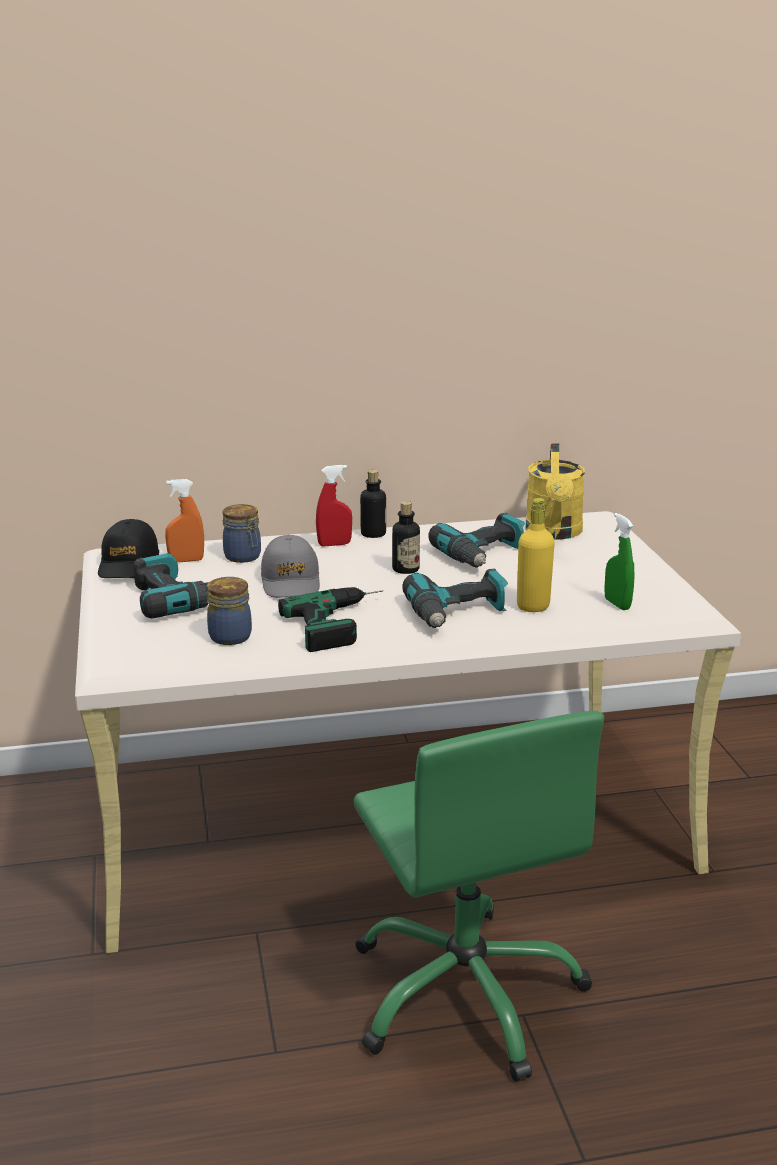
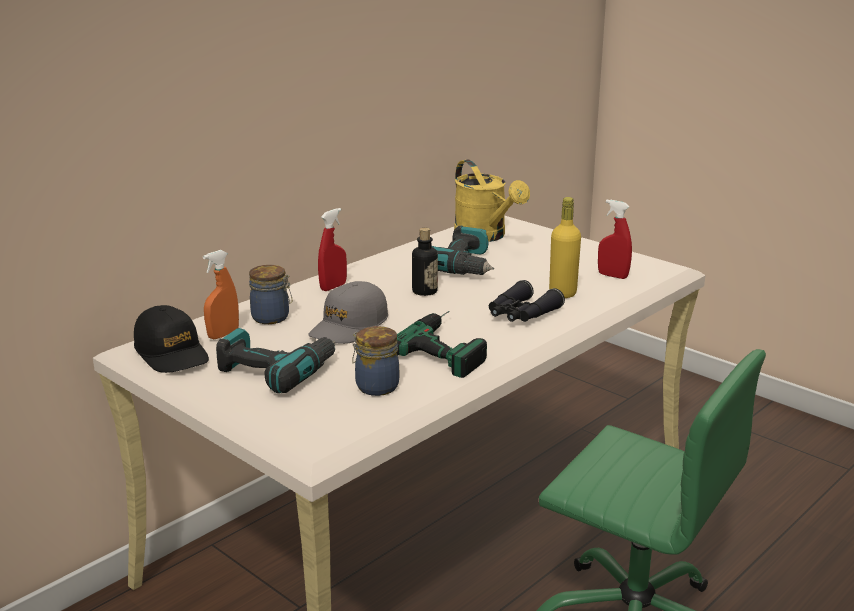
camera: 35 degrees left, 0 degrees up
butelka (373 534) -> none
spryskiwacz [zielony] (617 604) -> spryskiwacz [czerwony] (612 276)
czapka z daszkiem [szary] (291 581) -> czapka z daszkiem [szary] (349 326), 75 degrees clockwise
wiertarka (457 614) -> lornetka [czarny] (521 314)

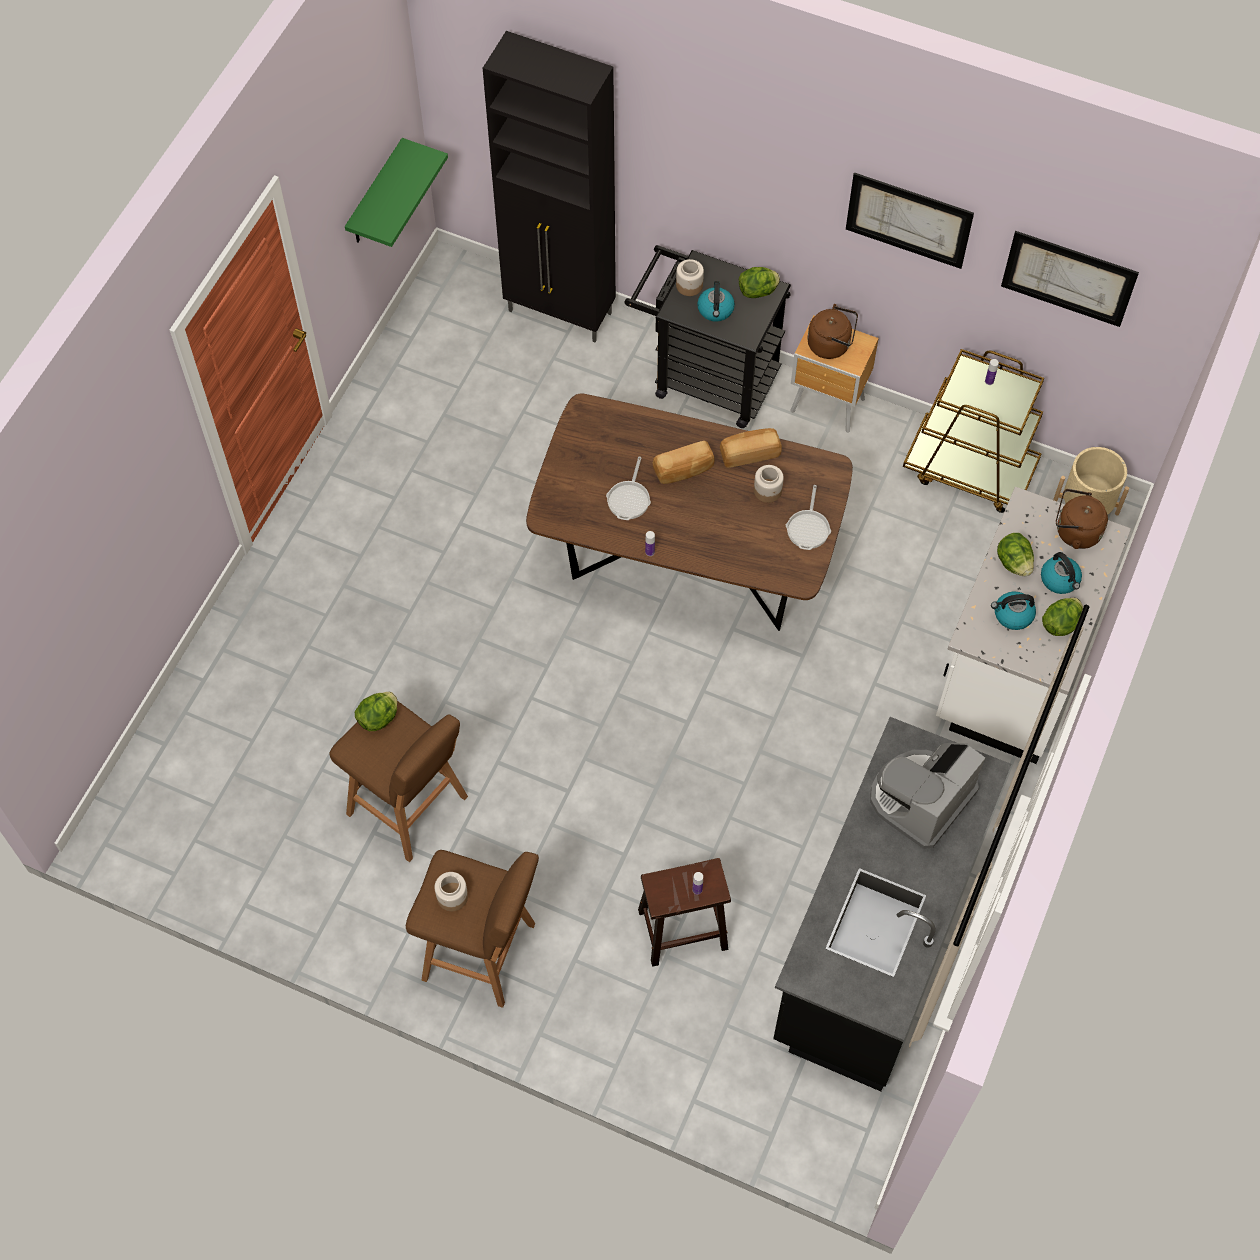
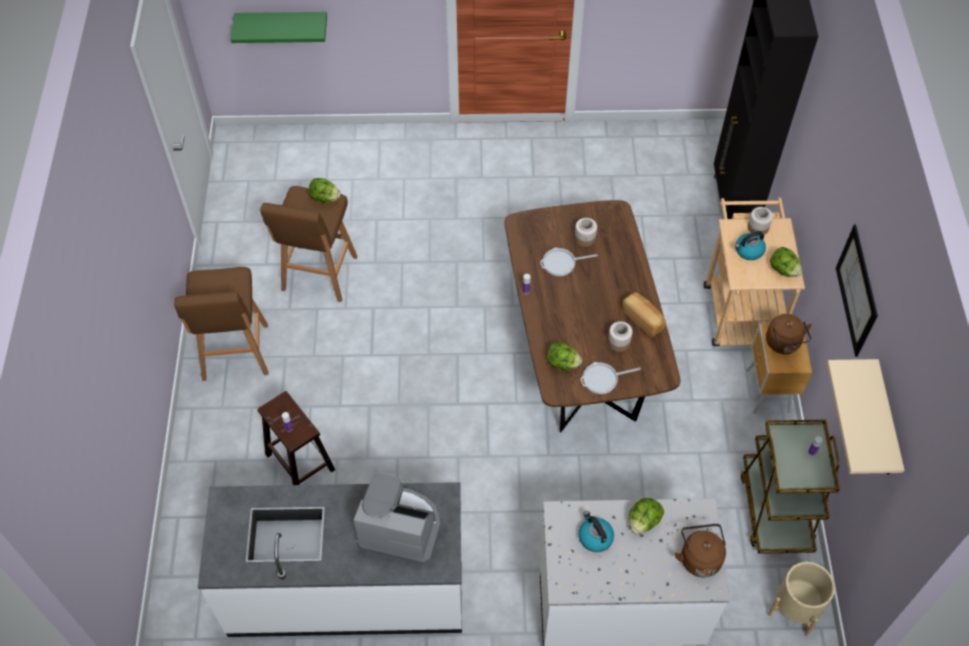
camera: 65 degrees right, 5 degrees down
półka [zielony] (375 195) -> półka [zielony] (282 24), move
obraz (1068 278) -> półka [beżowy] (885 423)
wózek [czarny] (705 377) -> wózek [beżowy] (739 307)
chleb (683 470) -> none
czajnik (1060 580) -> none
sałata (1061 623) -> sałata (562 363), move
zabudowa kuchenna [czarny] (876 936) -> zabudowa kuchenna [biały] (347 588)
słoik (452 896) -> słoik (585 238), move

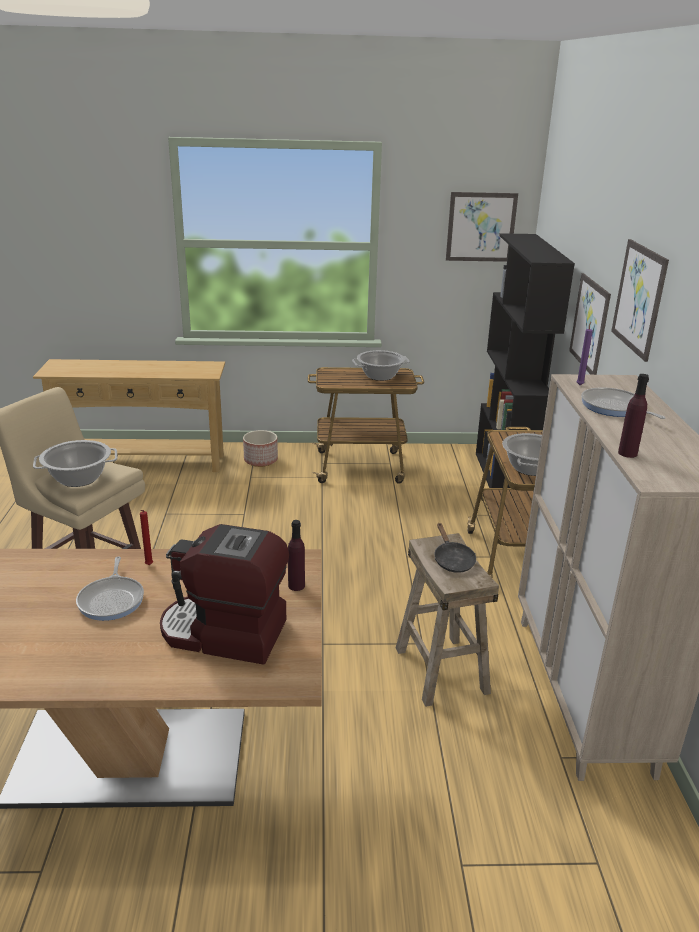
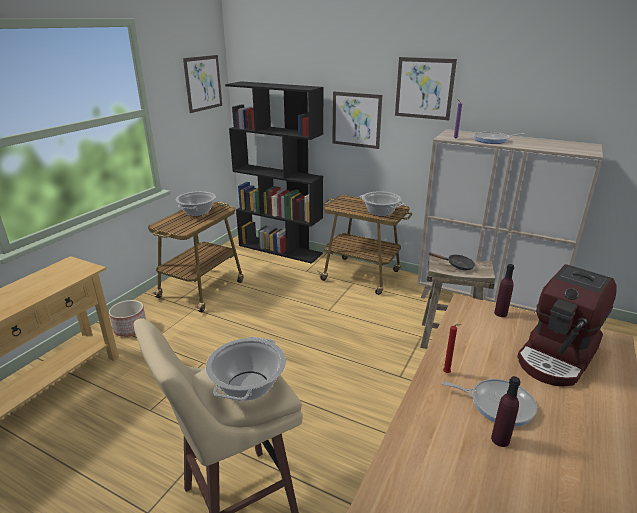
camera: 60 degrees left, 0 degrees up
butelka [fioletowy] (627 453) -> butelka [fioletowy] (500 439), move

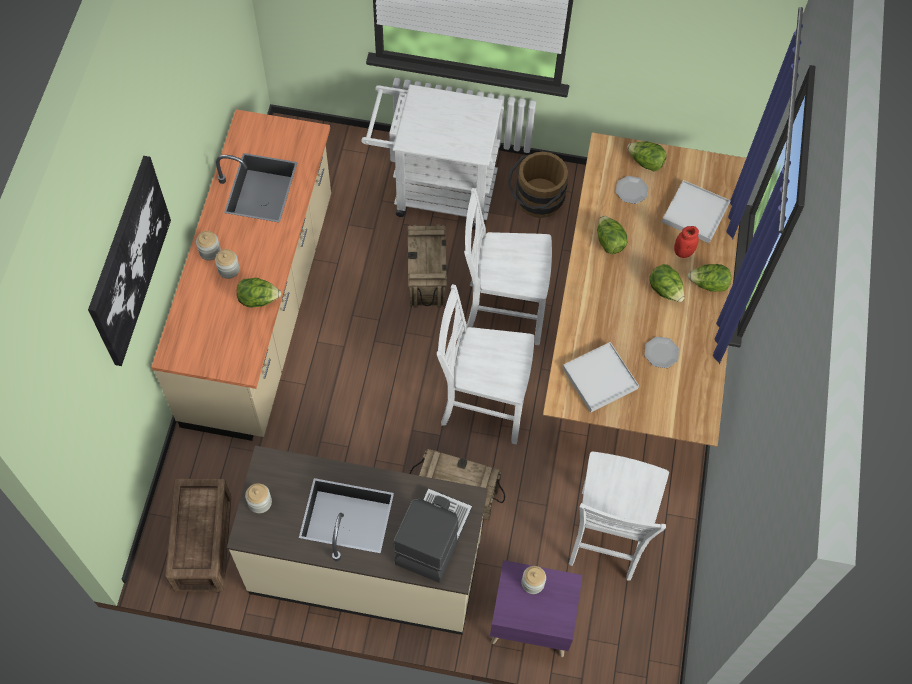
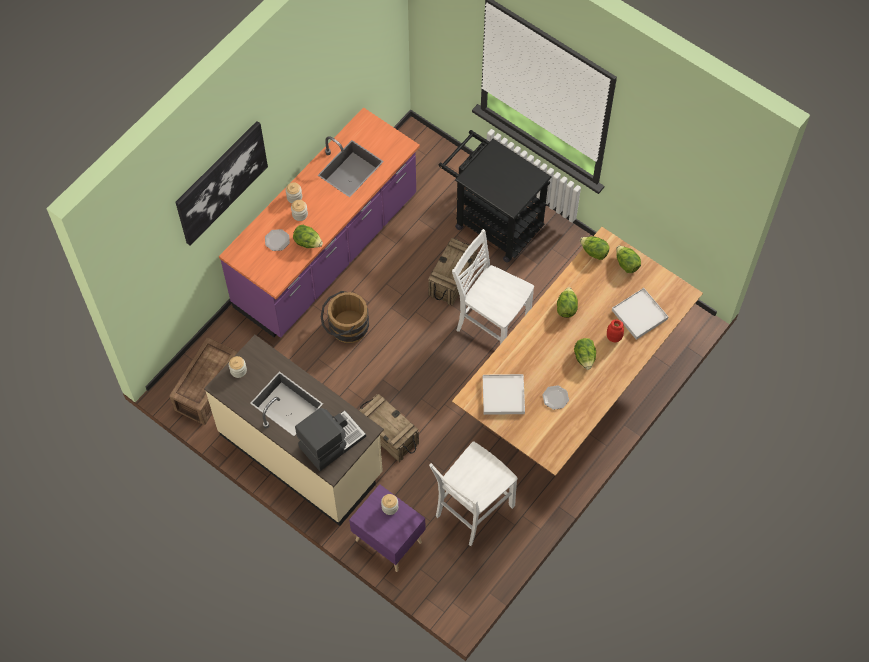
camera: 30 degrees right, 0 degrees up
wózek [biały] (434 191) -> wózek [czarny] (492 222)
zabudowa kuchenna [beżowy] (261 310) -> zabudowa kuchenna [fioletowy] (327 253)
wiadro [brązowy] (536 201) -> wiadro [brązowy] (345 328), move
talerz (631 190) -> talerz (277 240), move
sałata (708 284) -> sałata (594 252), move
krzesło [biały] (482 404) -> none

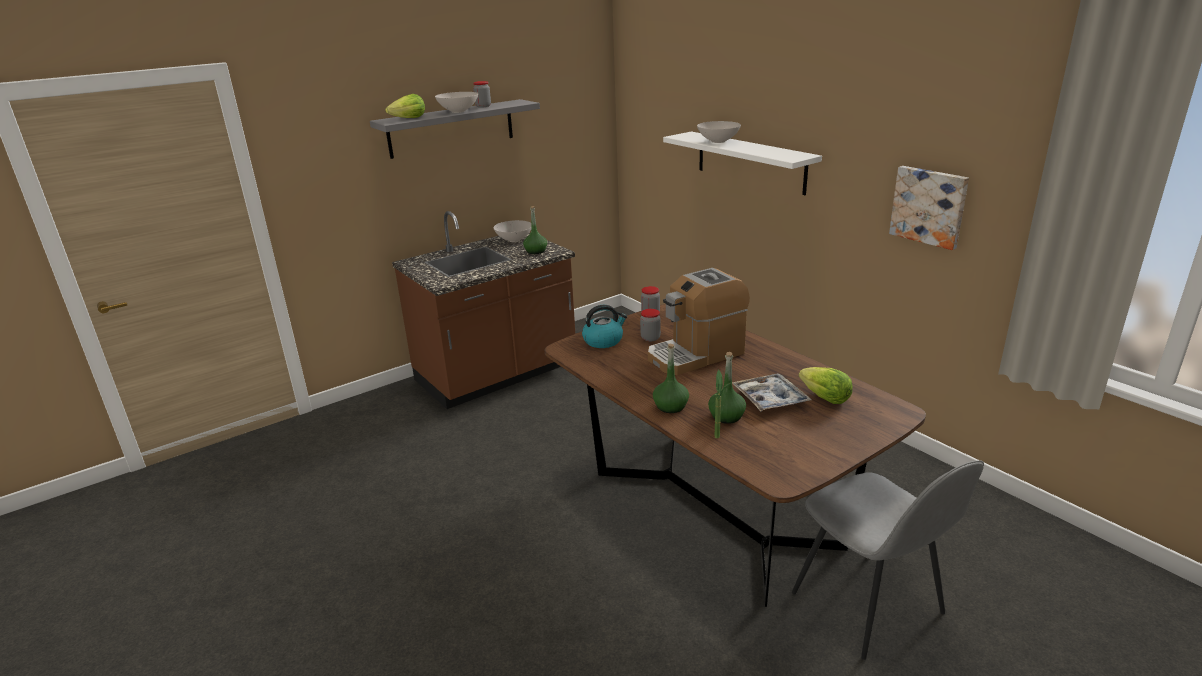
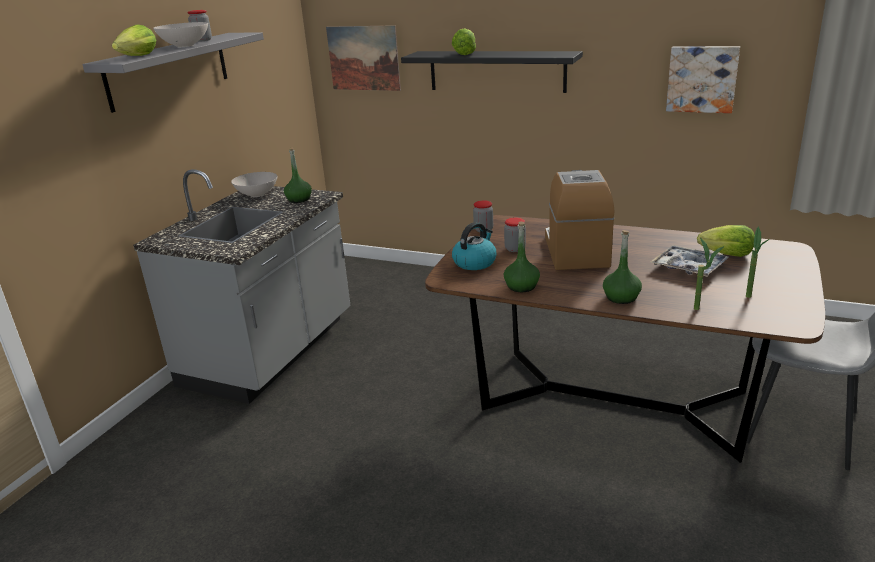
camera: 30 degrees left, 0 degrees up
miska [biały] (717 141) -> sałata (464 54)
półka [biały] (750 162) -> półka [czarny] (496 71)
zabudowa kuchenna [brązowy] (497 374) -> zabudowa kuchenna [szary] (271 352)
ekspres do kawy (696 354) -> ekspres do kawy (575 251), 150 degrees clockwise
butelka [zielony] (726 416) -> butelka [zielony] (521 286), move
none -> obraz (363 58)
none -> roślina doniczkowa (750 299)

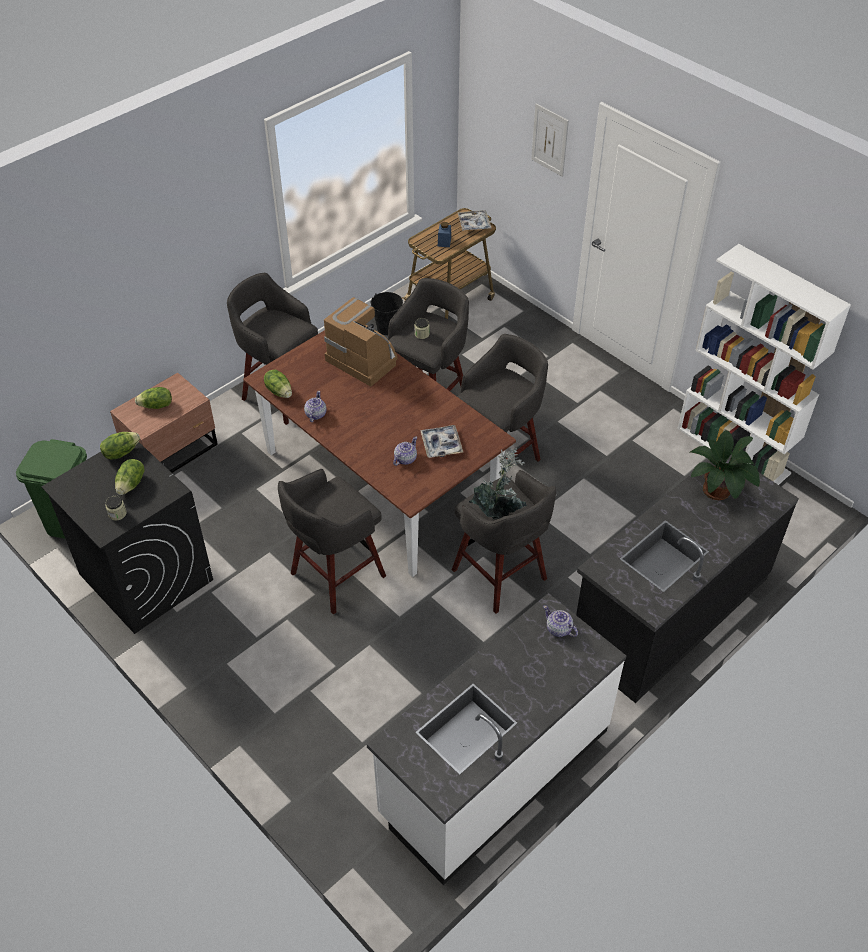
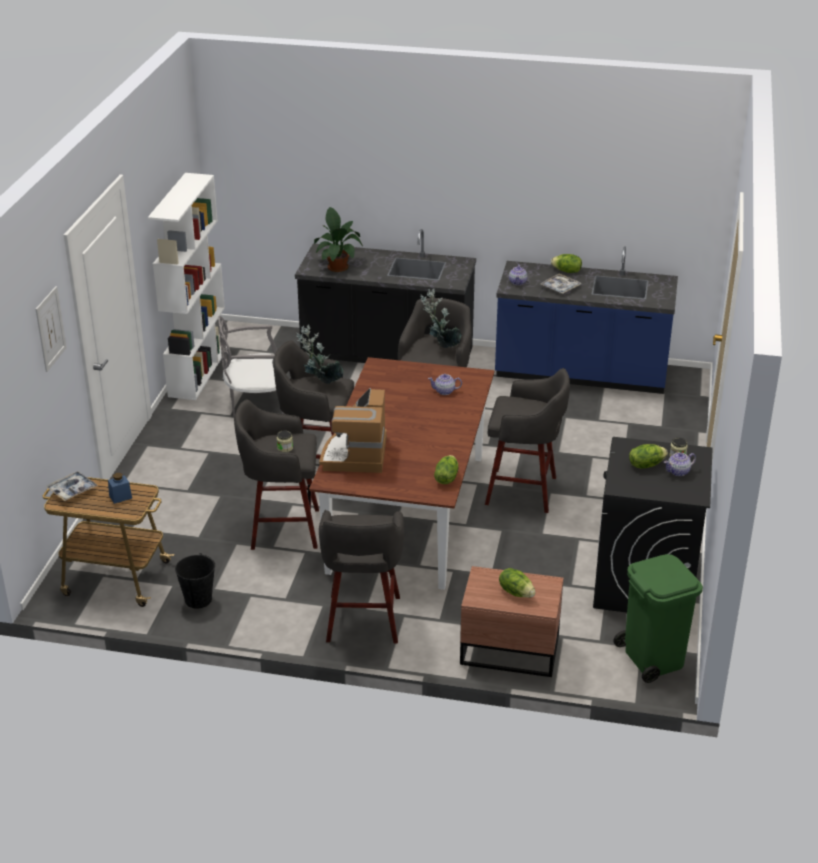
camera: 125 degrees left, 15 degrees down
imbryk (315 414) -> imbryk (678 472), move
taca (441 445) -> taca (560 287), move
sałata (121 452) -> sałata (566 271), move
zabudowa kuchenna [biały] (494 772) -> zabudowa kuchenna [niebieski] (581 374)
none -> krzesło [szary] (255 404)
none -> roślina doniczkowa (320 383)

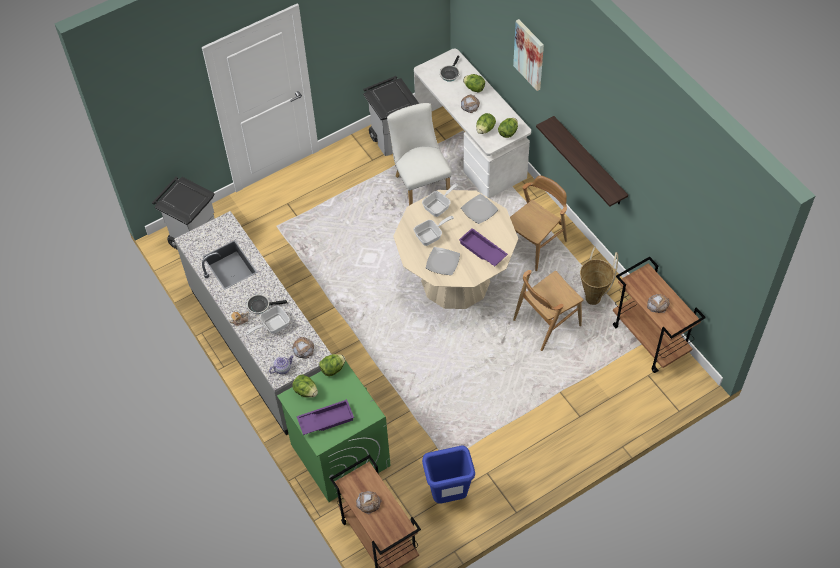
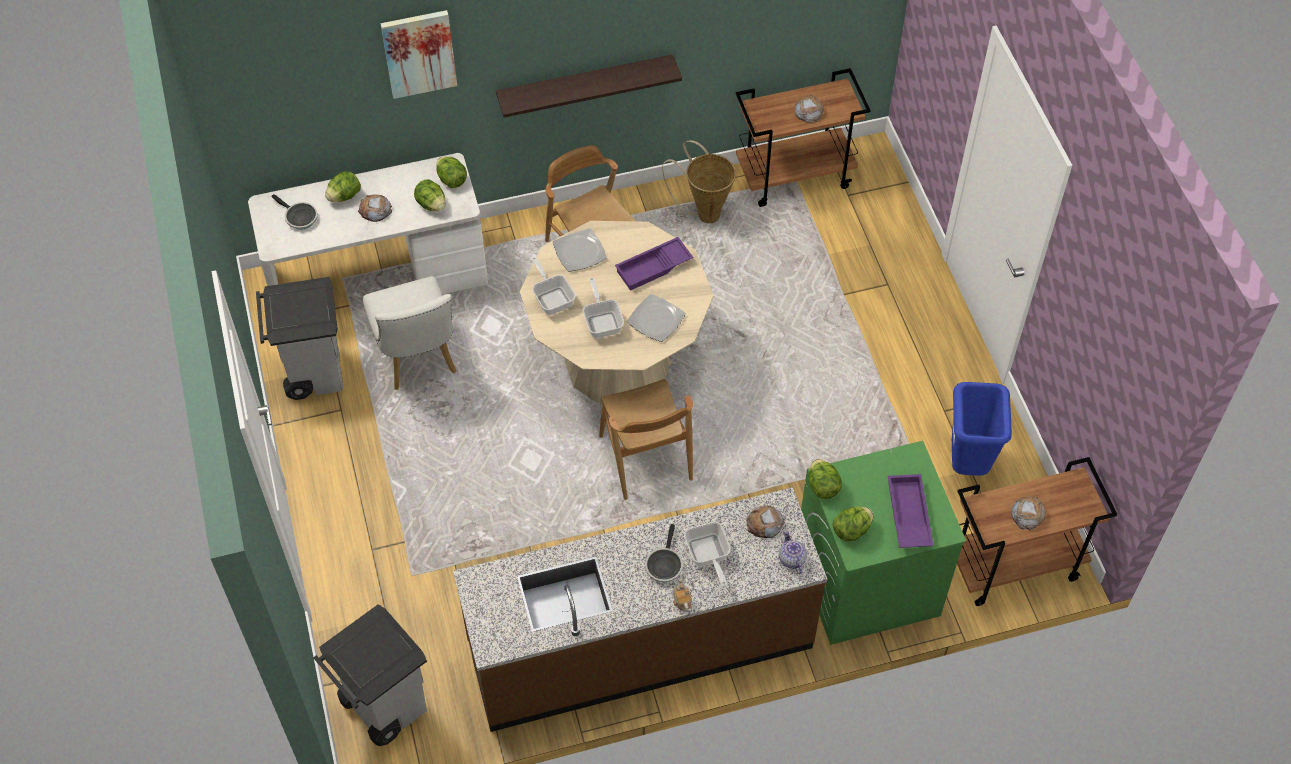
camera: 75 degrees left, 0 degrees up
krzesło [biały] (420 183) -> krzesło [biały] (417 359), 105 degrees counterclockwise
zabudowa kuchenna [szary] (263 346) -> zabudowa kuchenna [brązowy] (640 645)
krzesło [brązowy] (546 322) -> krzesło [brązowy] (645 458), move

